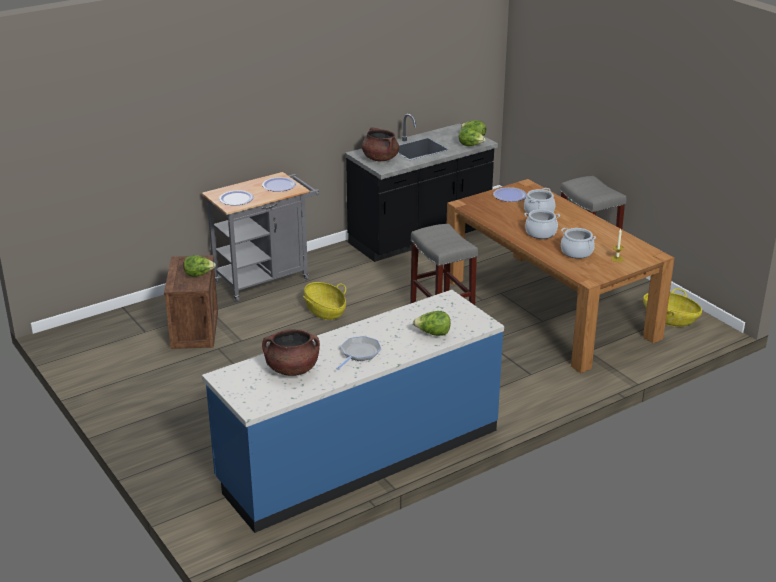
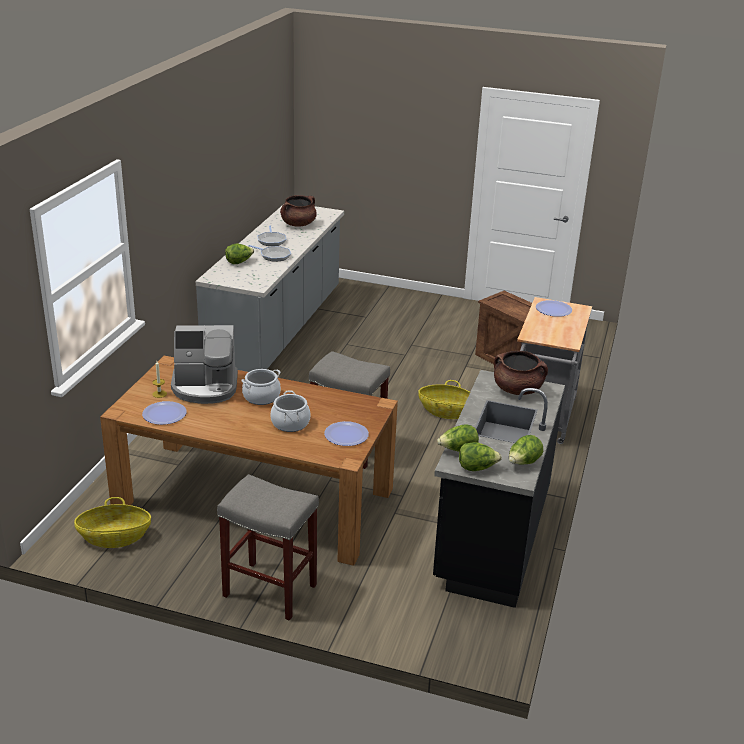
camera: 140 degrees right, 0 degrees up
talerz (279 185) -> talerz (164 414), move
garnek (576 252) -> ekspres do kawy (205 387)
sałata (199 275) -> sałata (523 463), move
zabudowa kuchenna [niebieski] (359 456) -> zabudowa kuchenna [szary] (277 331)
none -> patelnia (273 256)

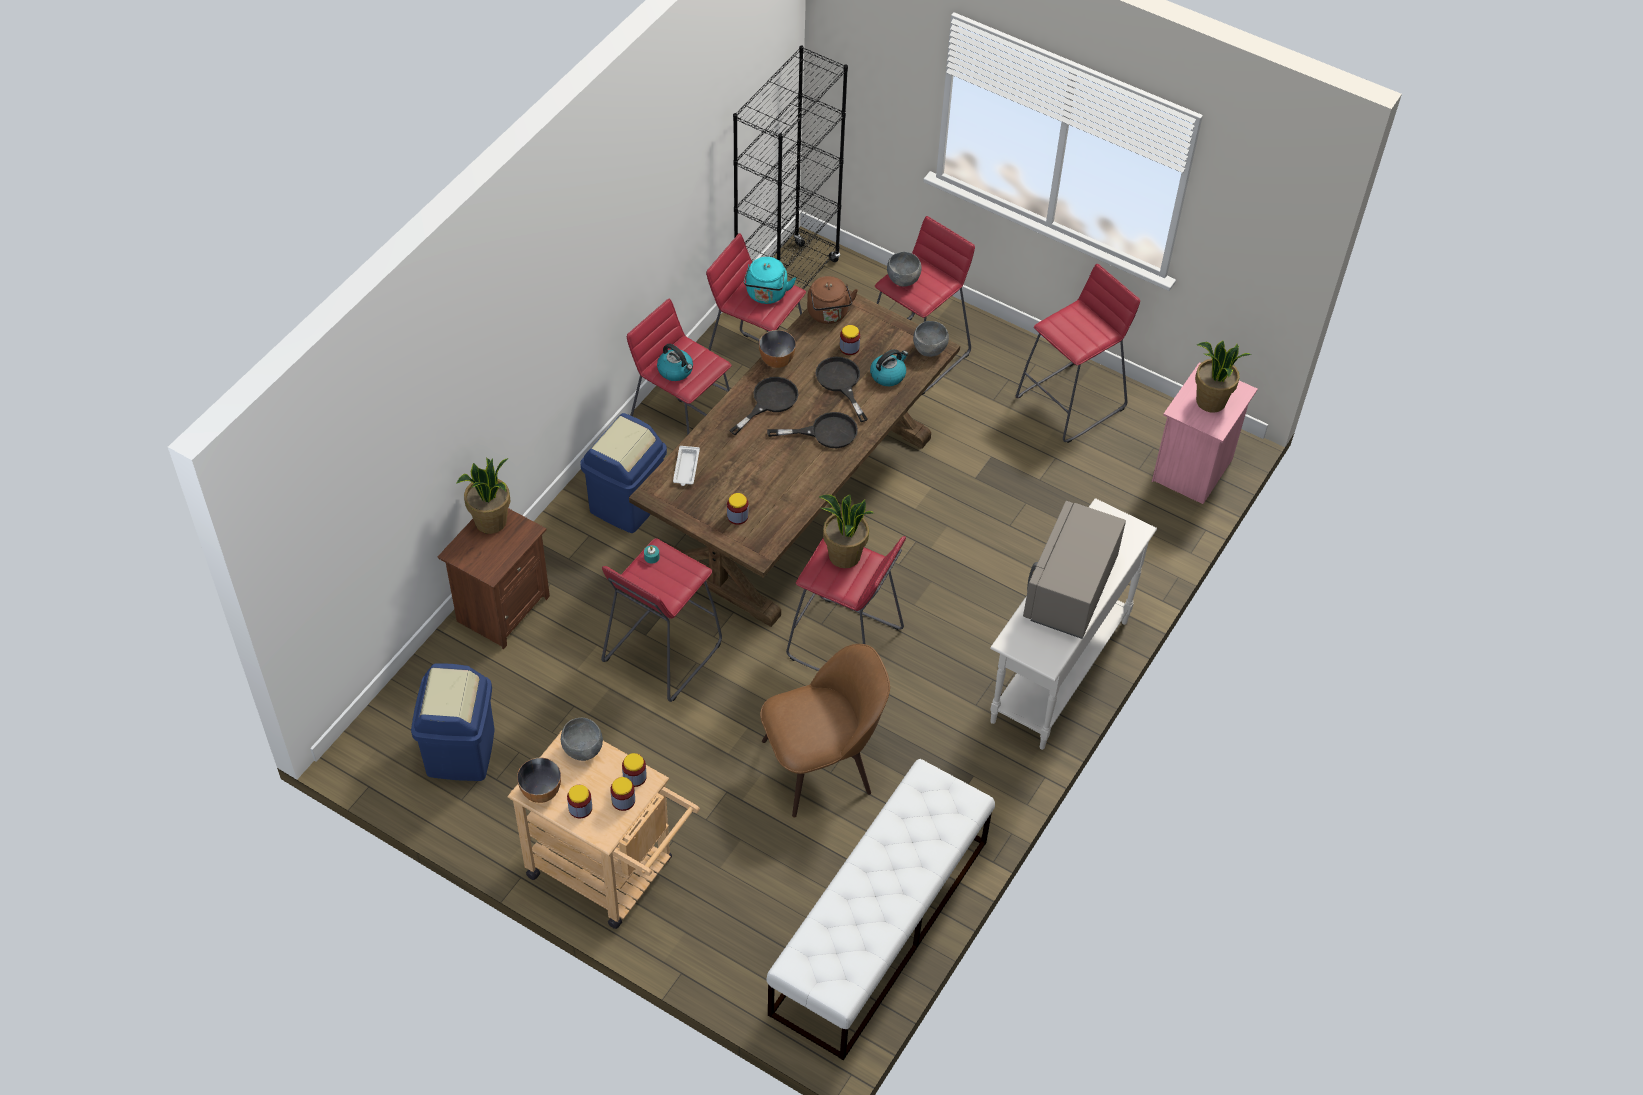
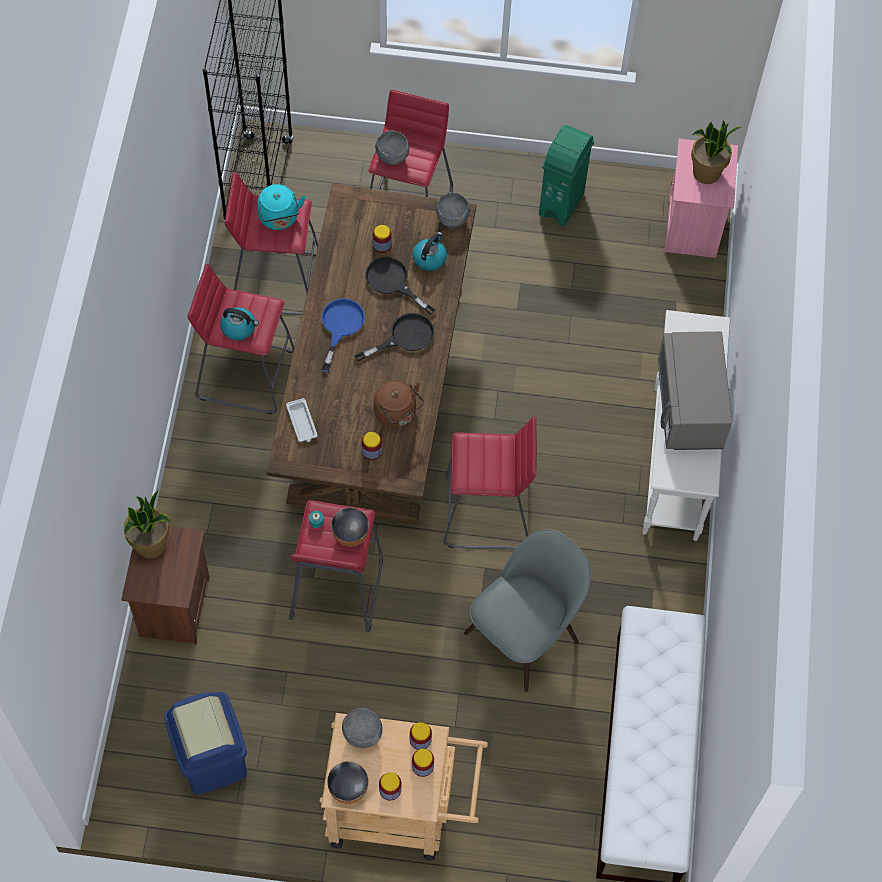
camera: 25 degrees left, 10 degrees up
stołek [czerwony] (1071 402) -> kosz na śmieci [zielony] (562 203)
czajnik [brązowy] (829 314) -> czajnik [brązowy] (397 414), move
miska (776 361) -> miska (350 536), move
patelnia [czarny] (769 402) -> patelnia [niebieski] (340 326)
kosz na śmieci [niebieski] (626 504) -> none
roślina doniczkowa (844 556) -> none
krzesło [brązowy] (821 765) -> krzesło [szary] (525 634)

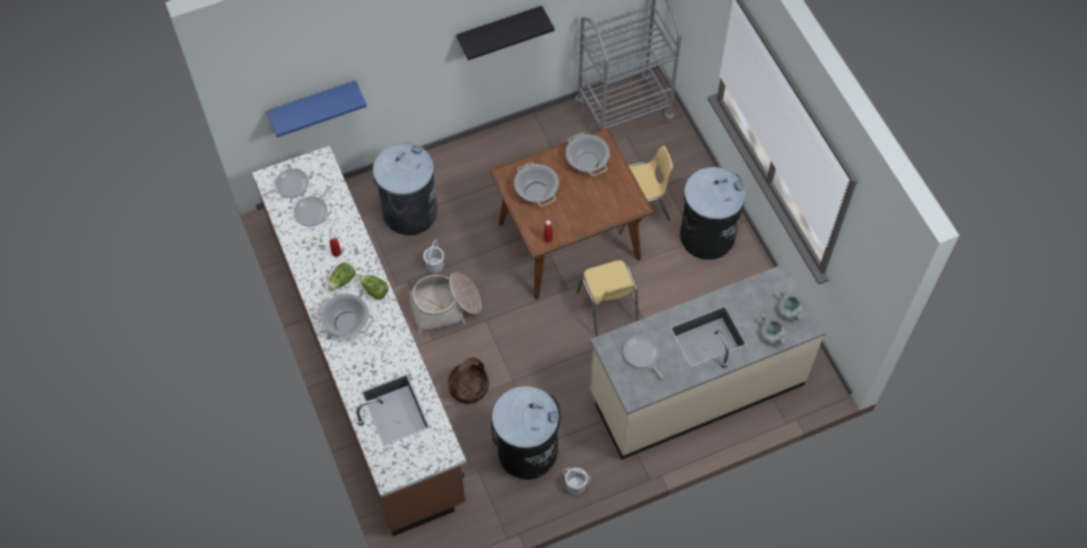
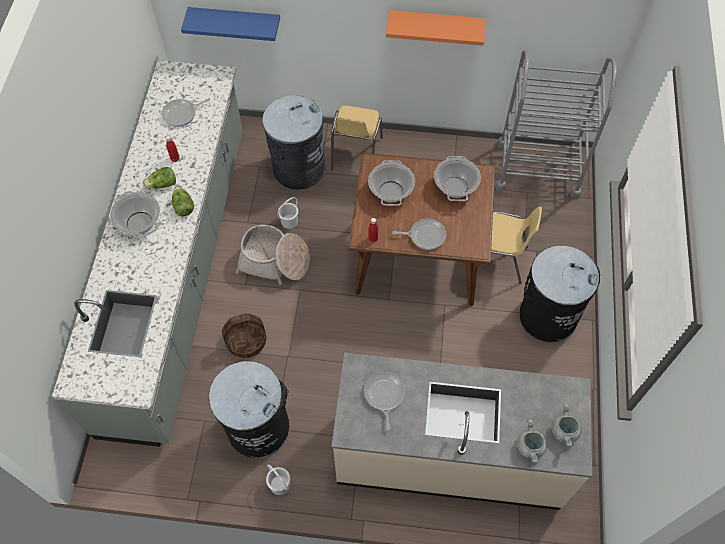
camera: 30 degrees right, 0 degrees up
półka [czarny] (499 29) -> półka [pomarańczowy] (435 26)
zabudowa kuchenna [brązowy] (366 362) -> zabudowa kuchenna [szary] (178 274)
patelnia (290 185) -> patelnia (425 235), move
krzesło [żółty] (608 309) -> krzesło [żółty] (355 154), move

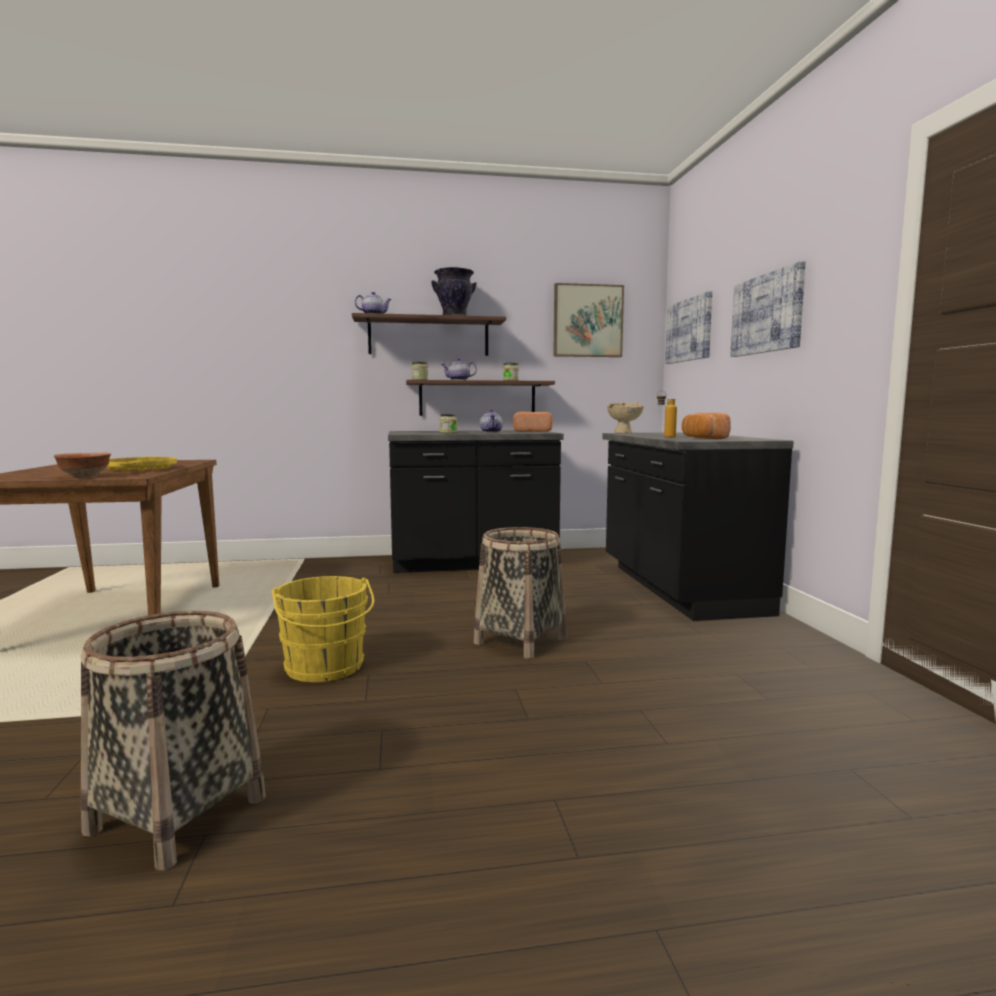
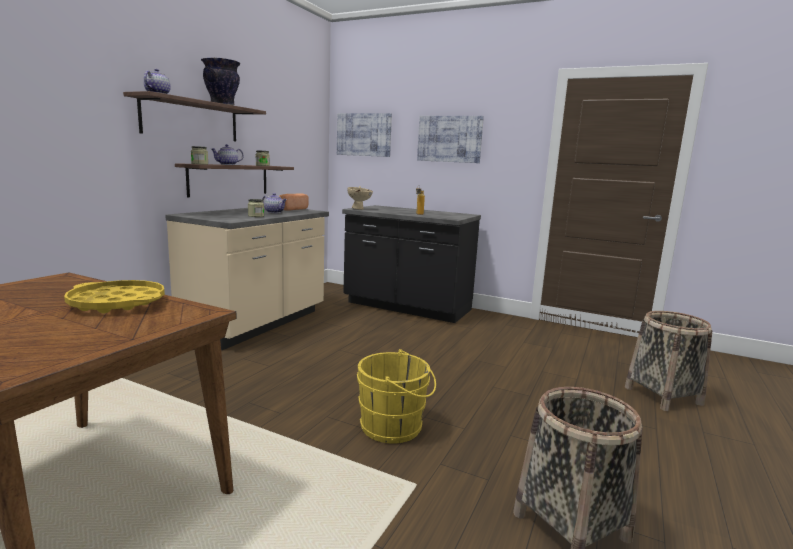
camera: 55 degrees left, 5 degrees up
obraz (587 321) -> none
chleb (702 438) -> none
zabudowa kuchenna [czarny] (472 563) -> zabudowa kuchenna [beżowy] (257 324)
miska (85 477) -> none
koszyk (520 641) -> koszyk (663 396), move

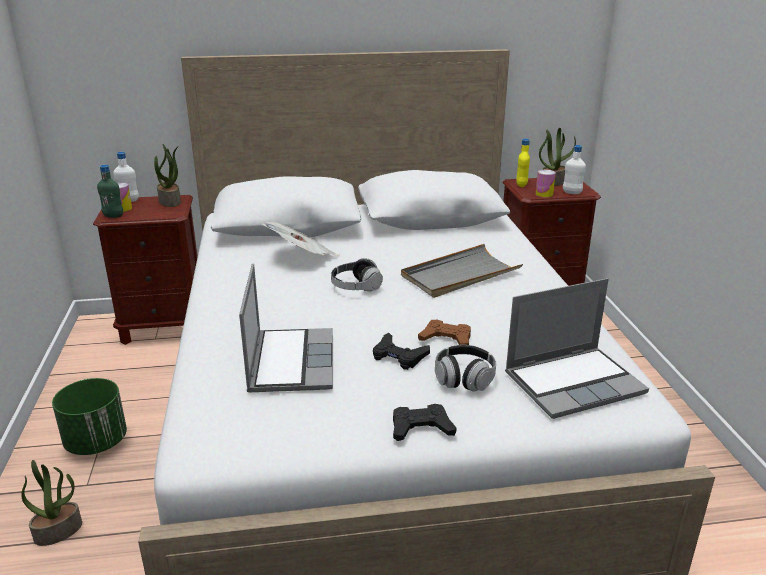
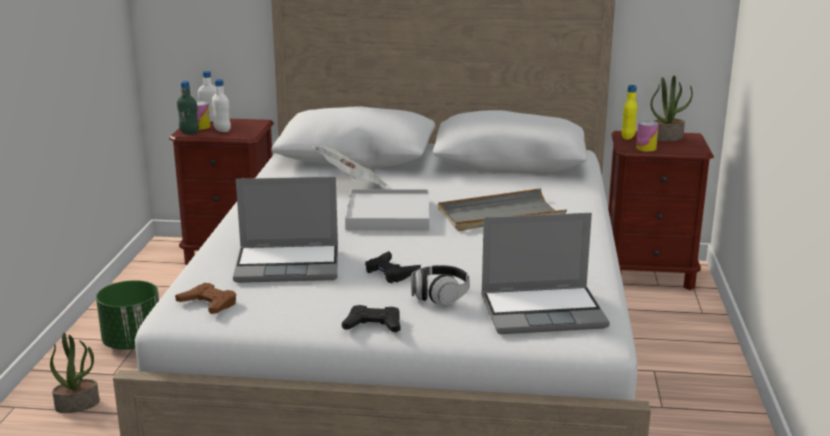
camera: 15 degrees right, 5 degrees down
roślina doniczkowa (170 202) -> none
butelka [biały] (572 193) -> butelka [biały] (222 130), move
słuchawki (356 287) -> taca [biały] (388 215)
laptop (290 361) -> laptop (289 265), 75 degrees clockwise
pad do gier [brązowy] (446 339) -> pad do gier [brązowy] (208 304), move

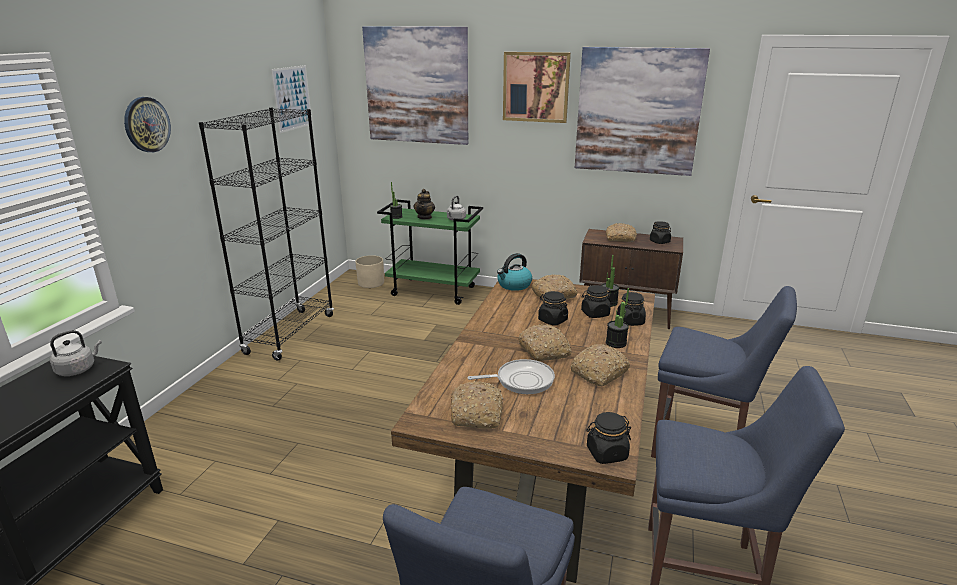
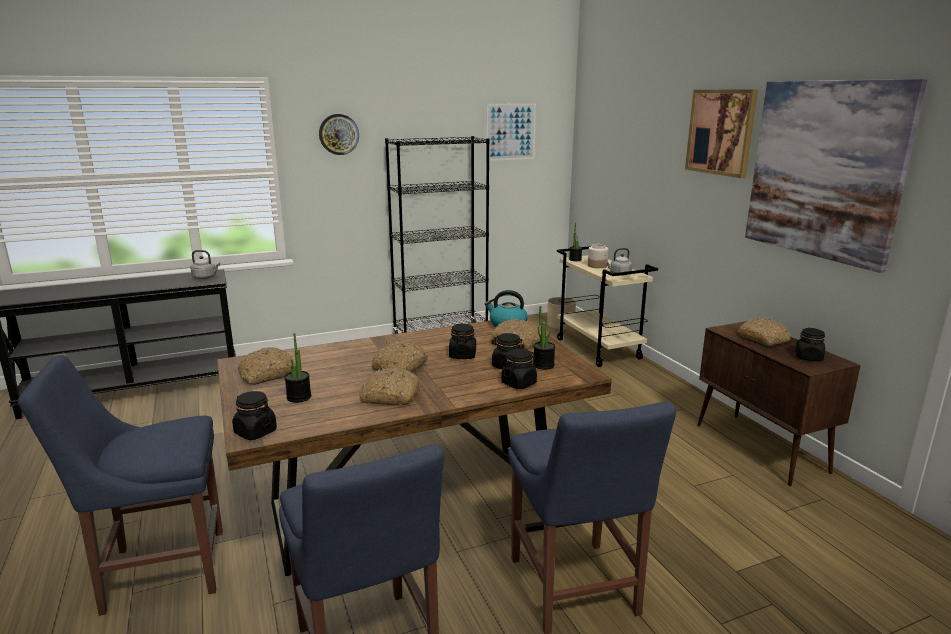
camera: 50 degrees right, 5 degrees down
obraz (417 86) -> none
imbryk (425 217) -> słoik (597 266)
wózek [zielony] (434 291) -> wózek [beżowy] (599 349)
roślina doniczkowa (616 343) -> roślina doniczkowa (299 397), move
patelnia (521 380) -> none

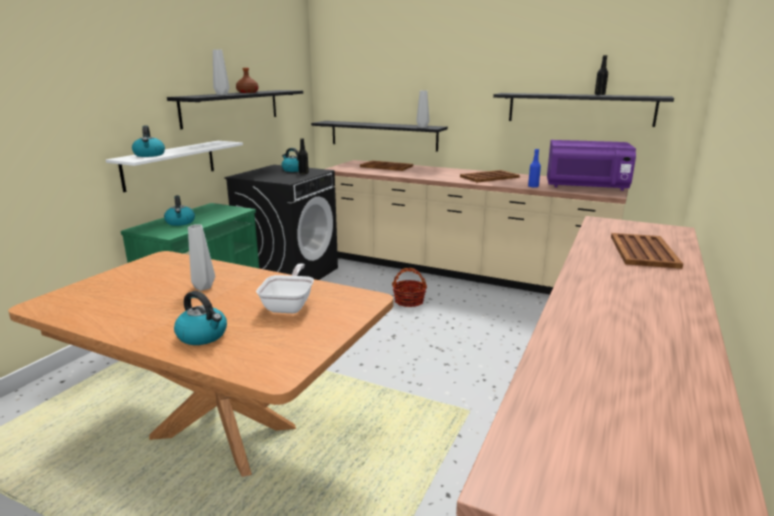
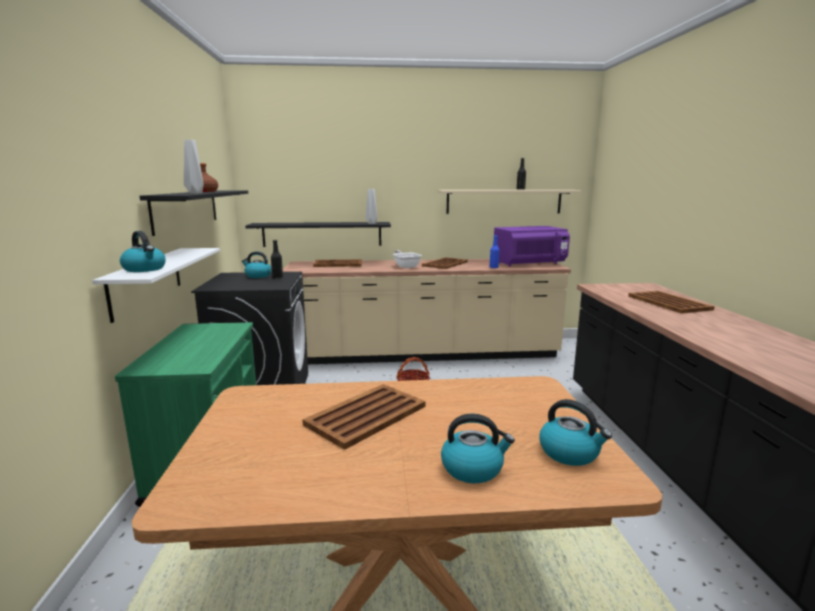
camera: 30 degrees left, 5 degrees down
półka [czarny] (579 109) -> półka [beżowy] (504 201)
czajnik (180 222) -> czajnik (570 453), move
wazon [szary] (204 287) -> taca [brązowy] (365 415)
patelnia (290 305) -> patelnia (406 266), move

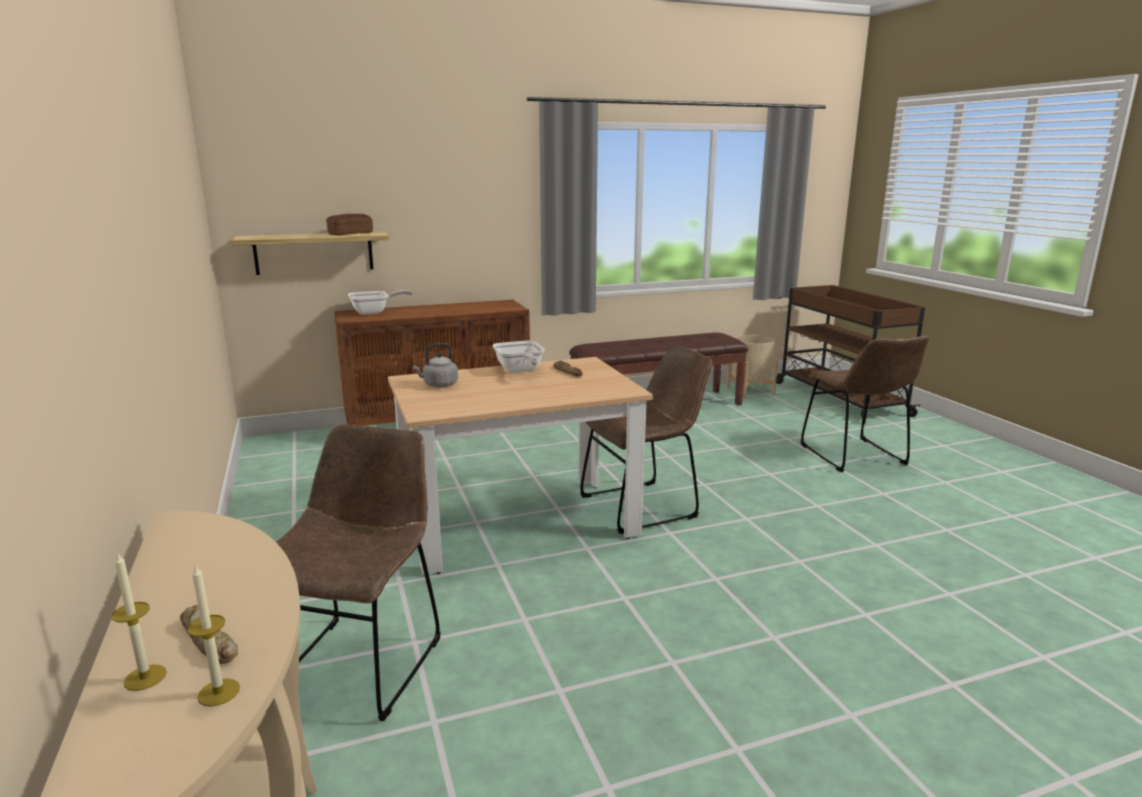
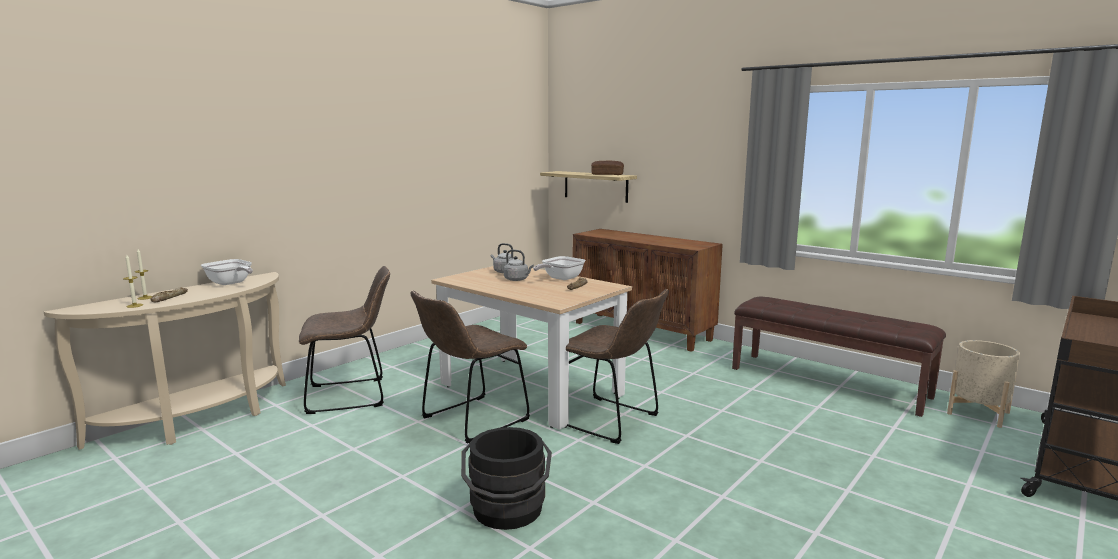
camera: 60 degrees right, 5 degrees down
patelnia (374 312) -> patelnia (230 283), move
krzesło [brązowy] (855 457) -> krzesło [brązowy] (471 421), move
none -> czajnik [szary] (517 279)
none -> wiadro [czarny] (507 513)

